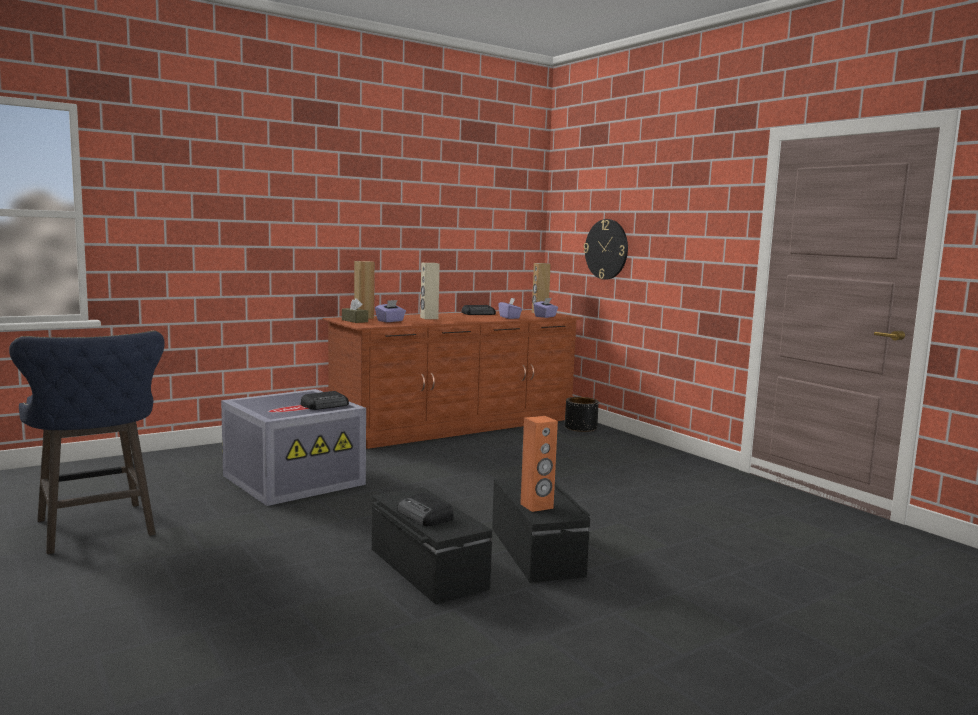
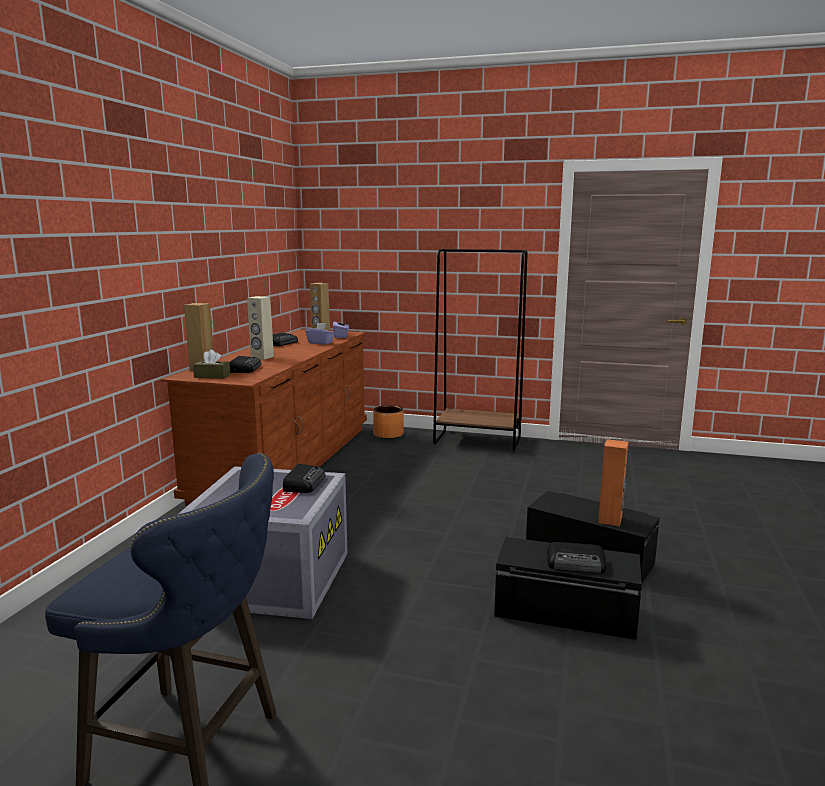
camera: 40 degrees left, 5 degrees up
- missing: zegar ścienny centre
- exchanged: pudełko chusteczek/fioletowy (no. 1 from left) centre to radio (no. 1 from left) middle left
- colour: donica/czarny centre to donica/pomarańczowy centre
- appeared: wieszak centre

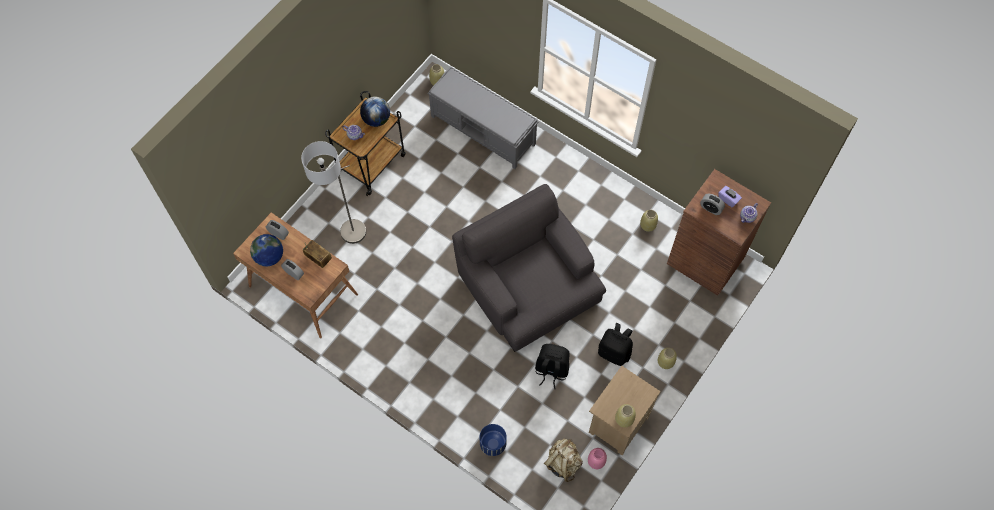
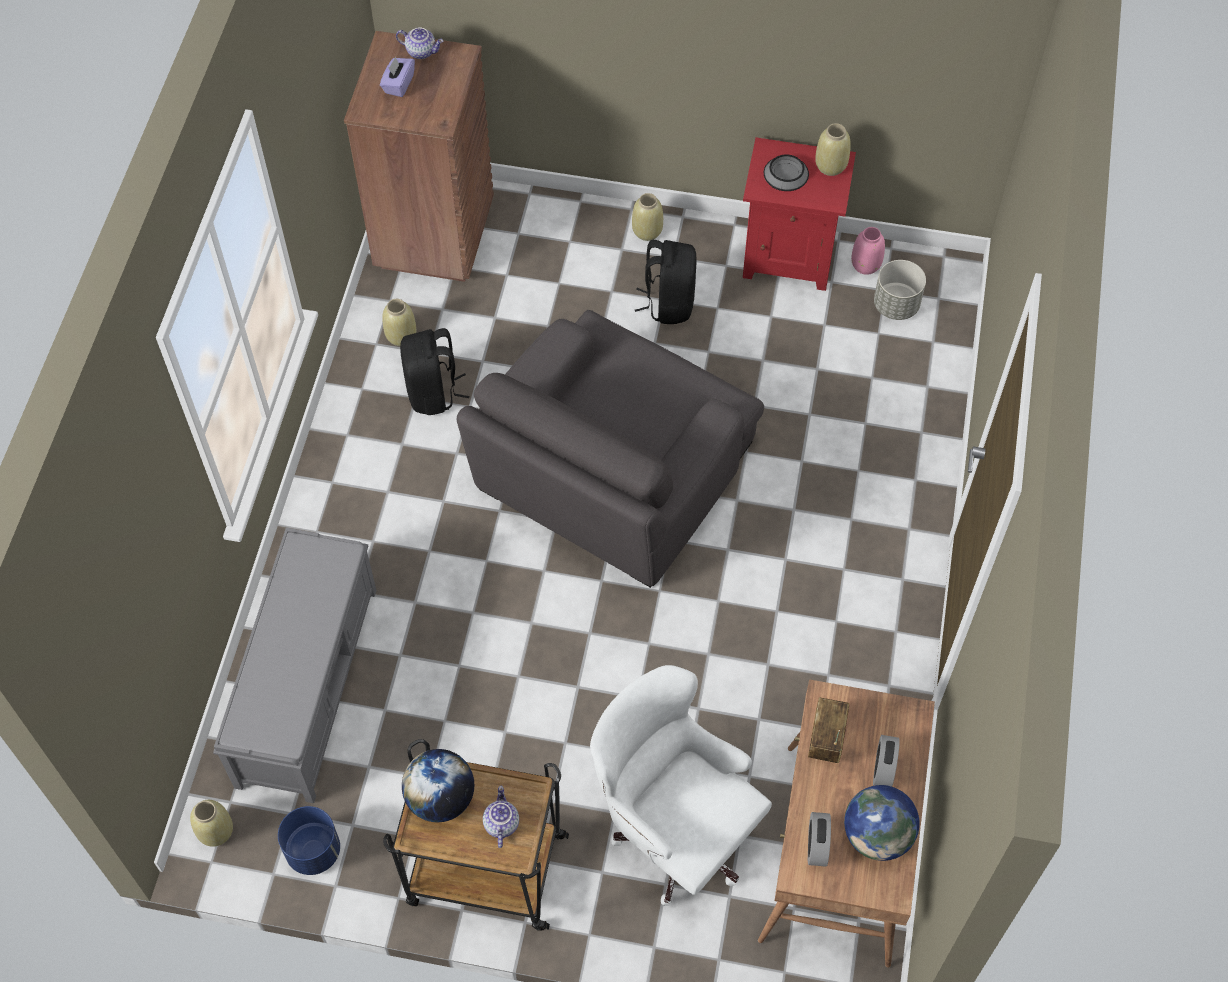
camera: 115 degrees left, 5 degrees down
- exchanged: lampa stojąca/szary centre to krzesło biurowe/biały bottom centre
- missing: budzik (no. 3 from left) middle right
- relocated: plecak/czarny (no. 1 from left) bottom centre to centre
- colour: szafka nocna/beżowy bottom centre to szafka nocna/czerwony top centre
- relocated: donica/niebieski bottom centre to bottom left
- exchanged: plecak/beżowy bottom centre to donica/szary top right
- appeared: miska top centre

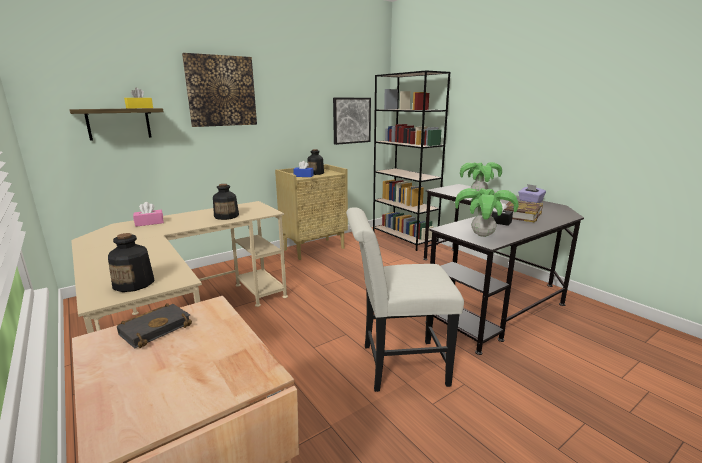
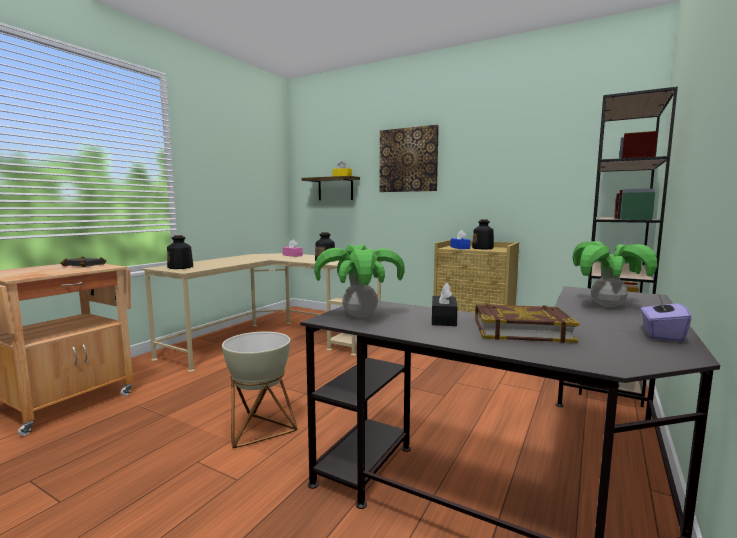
camera: 65 degrees right, 10 degrees down
- missing: obraz (no. 2 from left) top centre
- exchanged: krzesło/biały centre to donica bottom centre

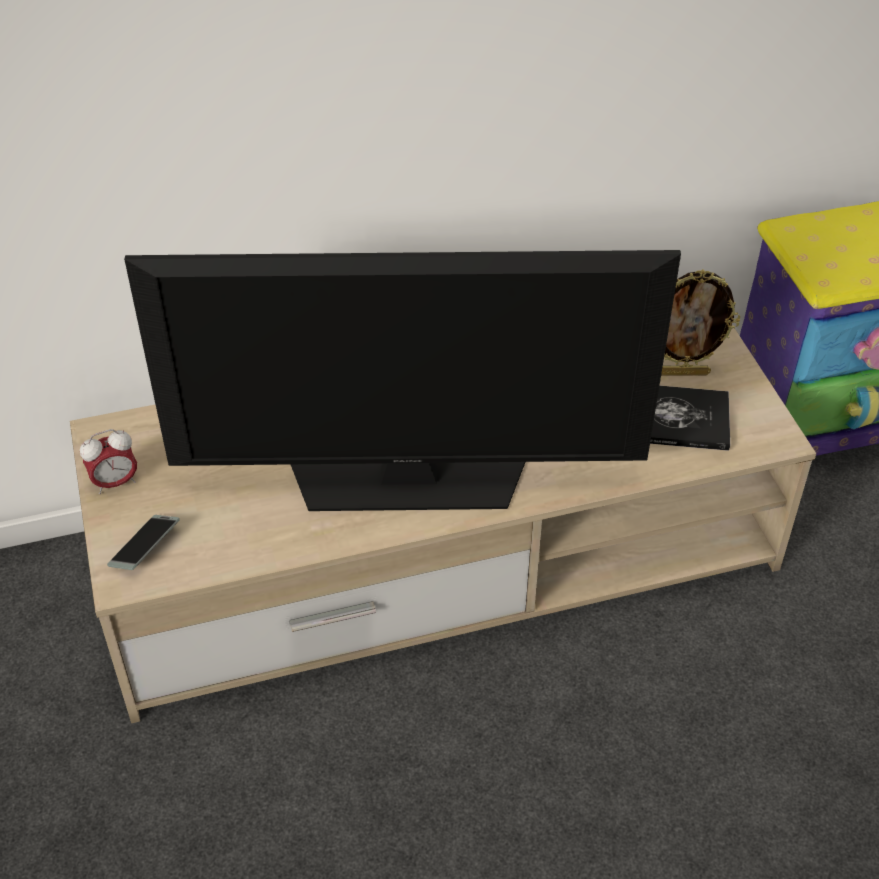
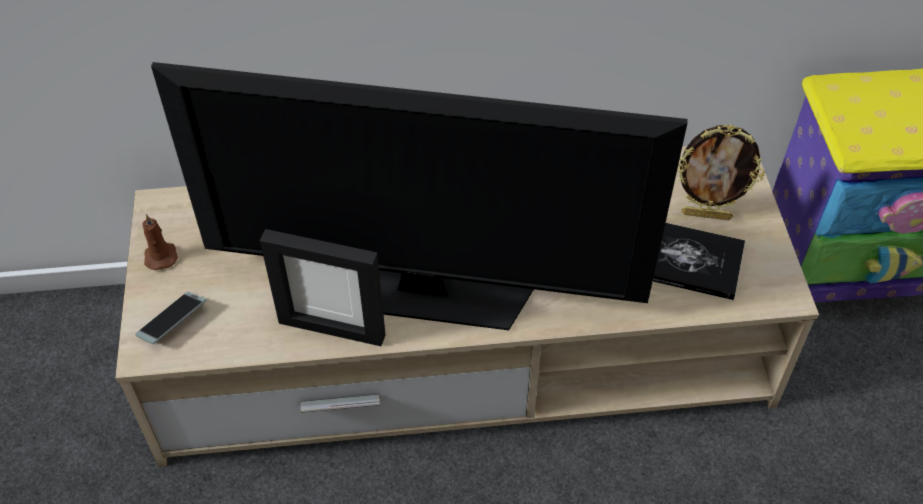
camera: 10 degrees right, 5 degrees up
- exchanged: budzik middle left to świeca/brązowy middle left
- appeared: ramka na zdjęcie (no. 1 from left) centre

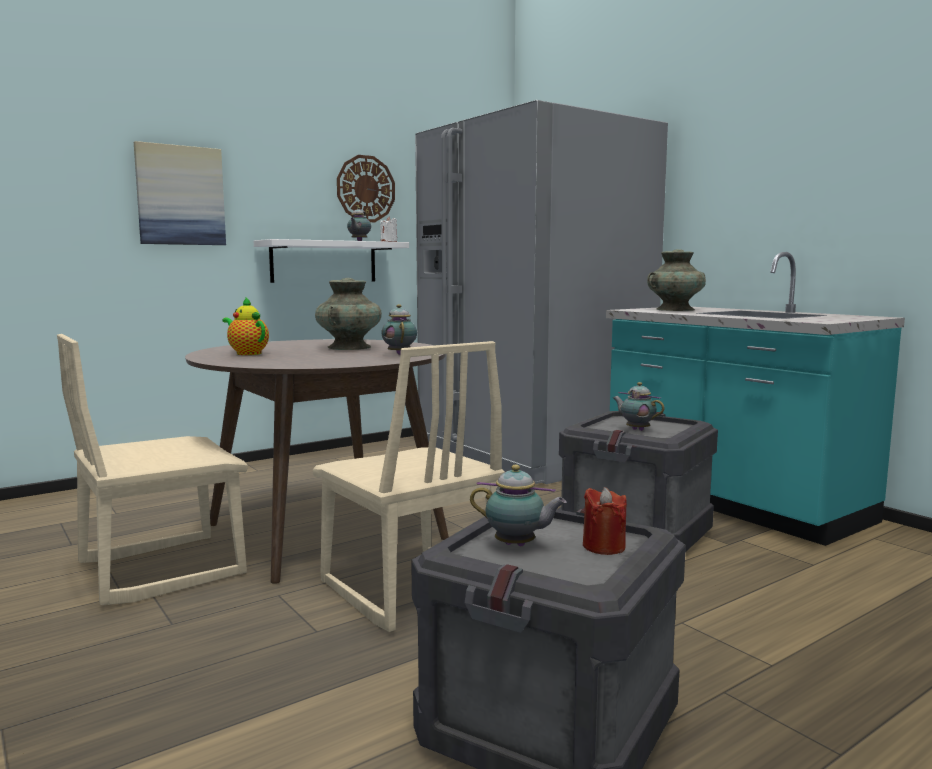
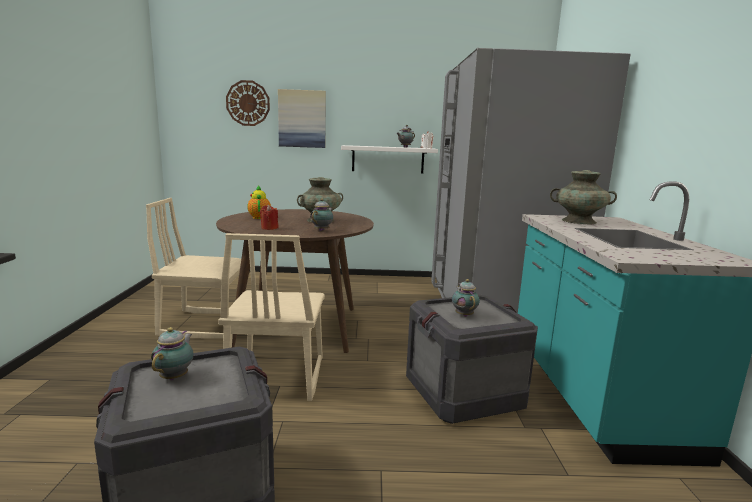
camera: 35 degrees right, 5 degrees up
- relocated: zegar ścienny top centre to top left
- spun: imbryk (no. 4 from left in the first image) centre = bottom left 135 degrees counterclockwise
- relocated: świeca/czerwony bottom centre to centre

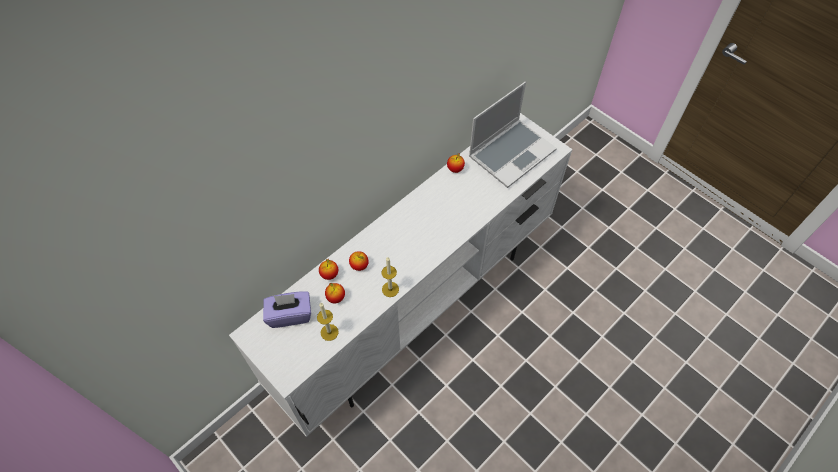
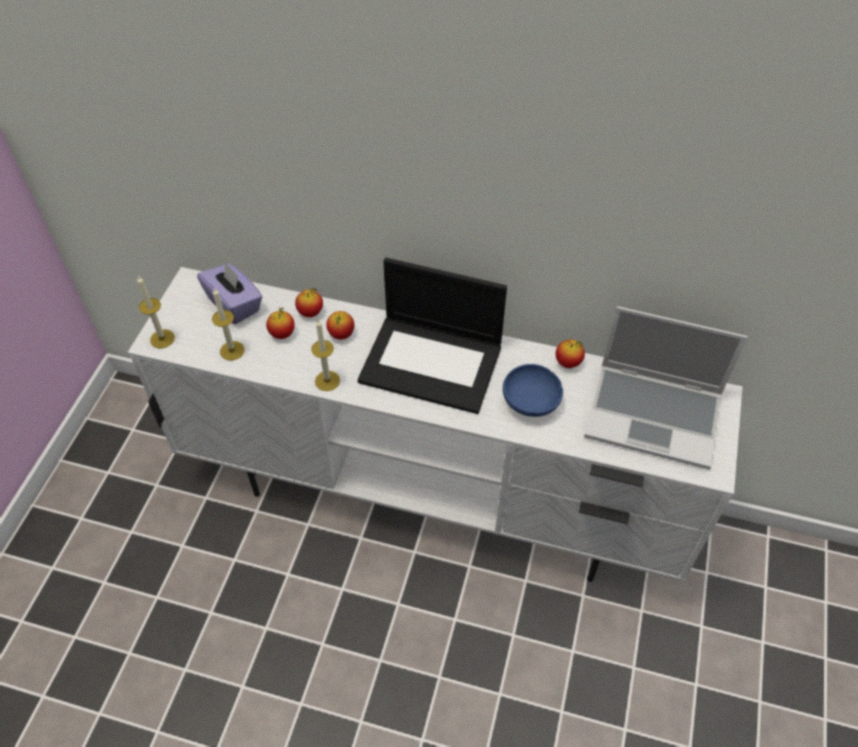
camera: 60 degrees right, 5 degrees down
- appeared: laptop (no. 1 from left) centre
- appeared: świeca (no. 1 from left) middle left
- appeared: miska/niebieski centre

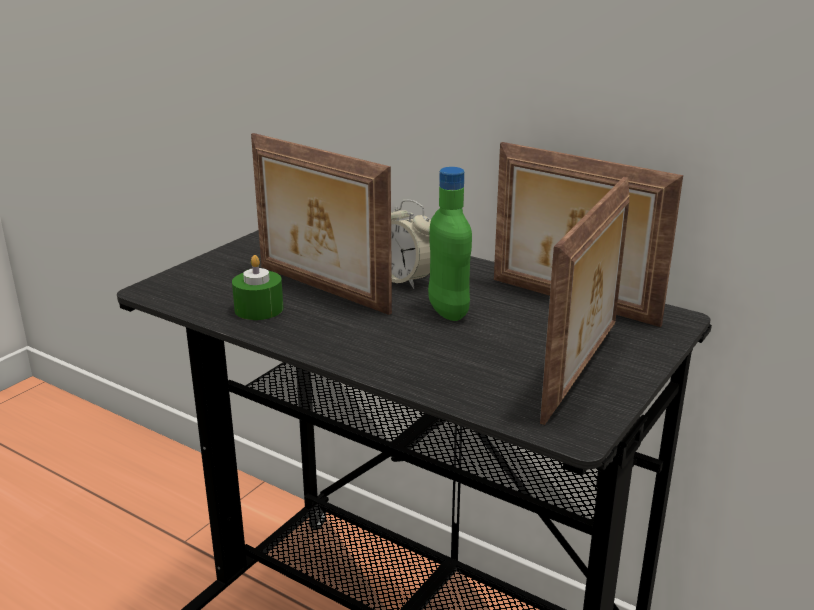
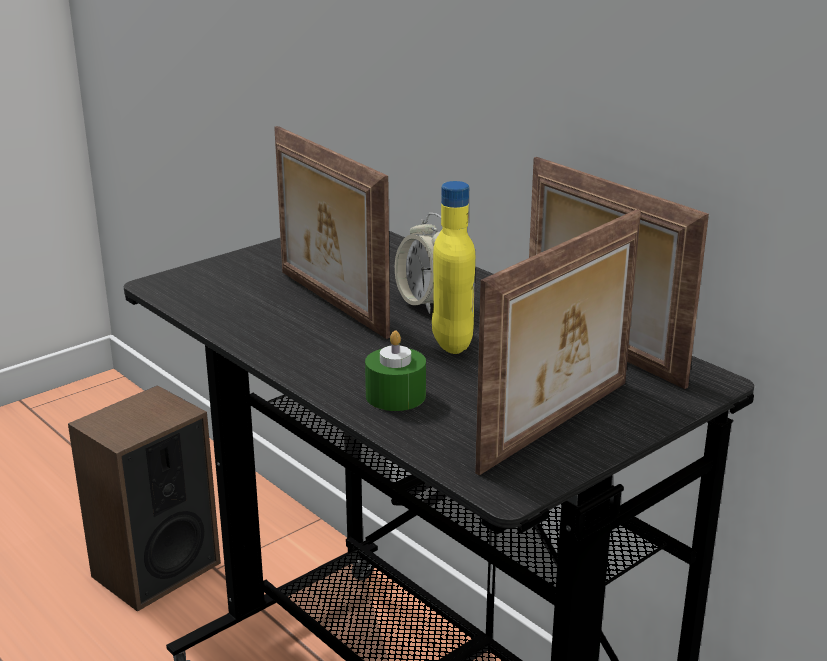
camera: 15 degrees right, 0 degrees up
- colour: butelka/zielony centre to butelka/żółty centre
- relocated: świeca/zielony middle left to centre
- appeared: głośnik bottom left

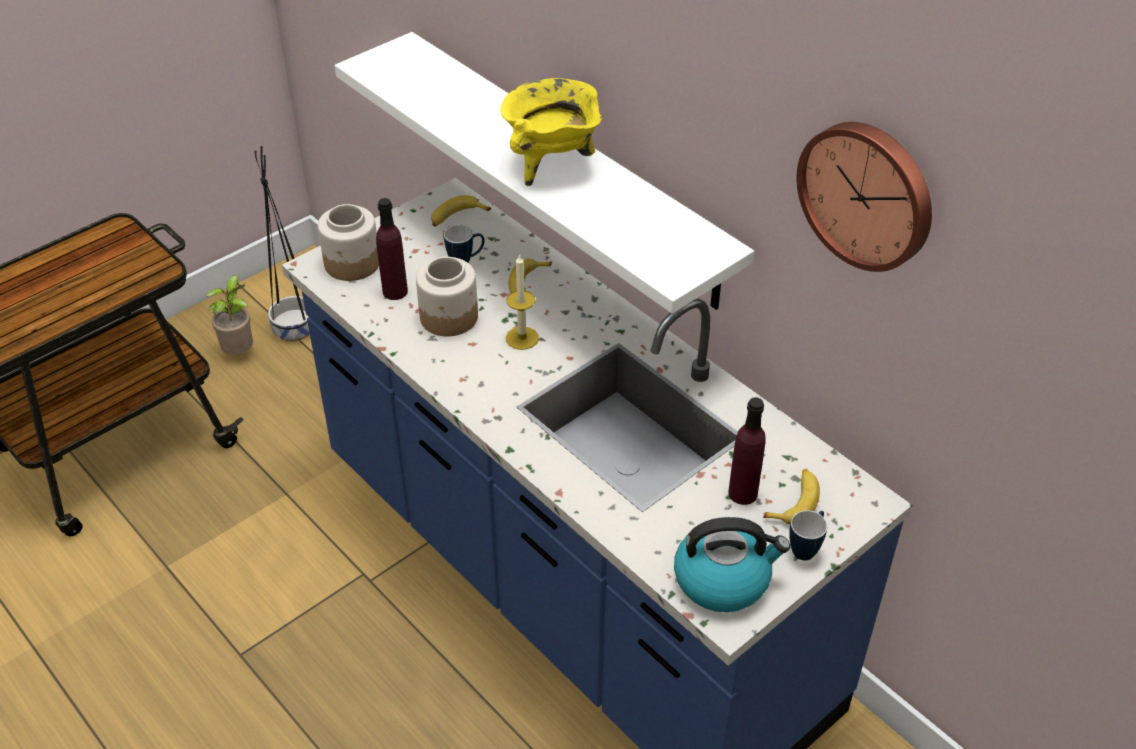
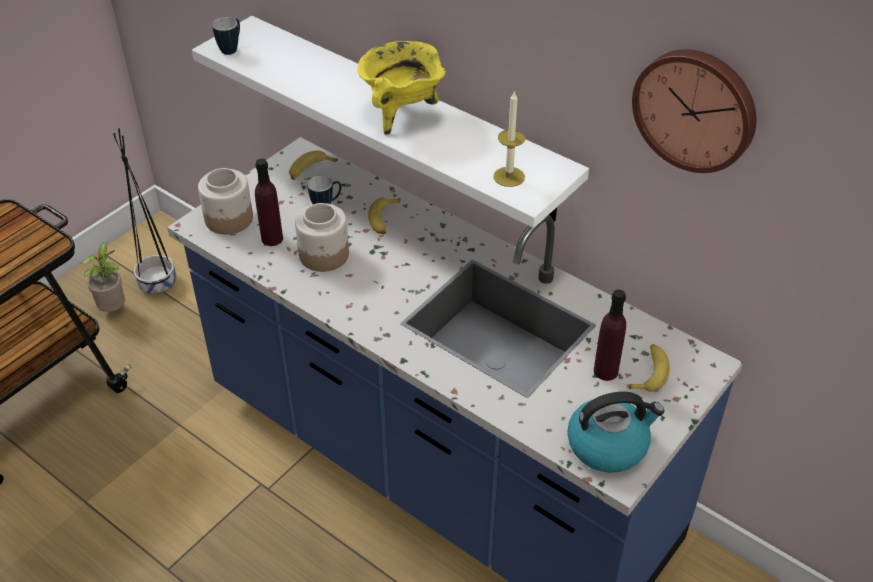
camera: 10 degrees left, 0 degrees up
- relocated: świeca centre to top centre
- relocated: kubek (no. 2 from left in the first image) bottom right to kubek (no. 1 from left) top left

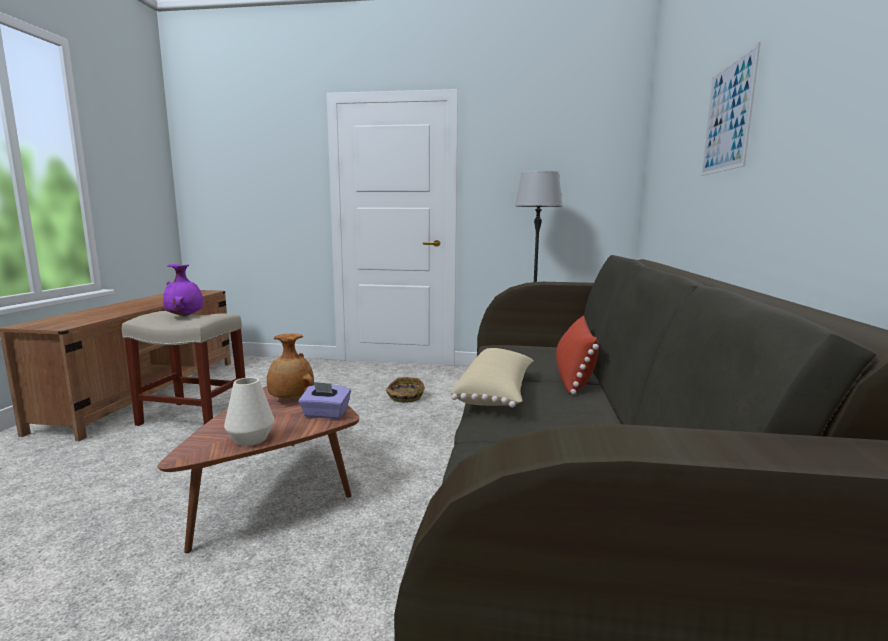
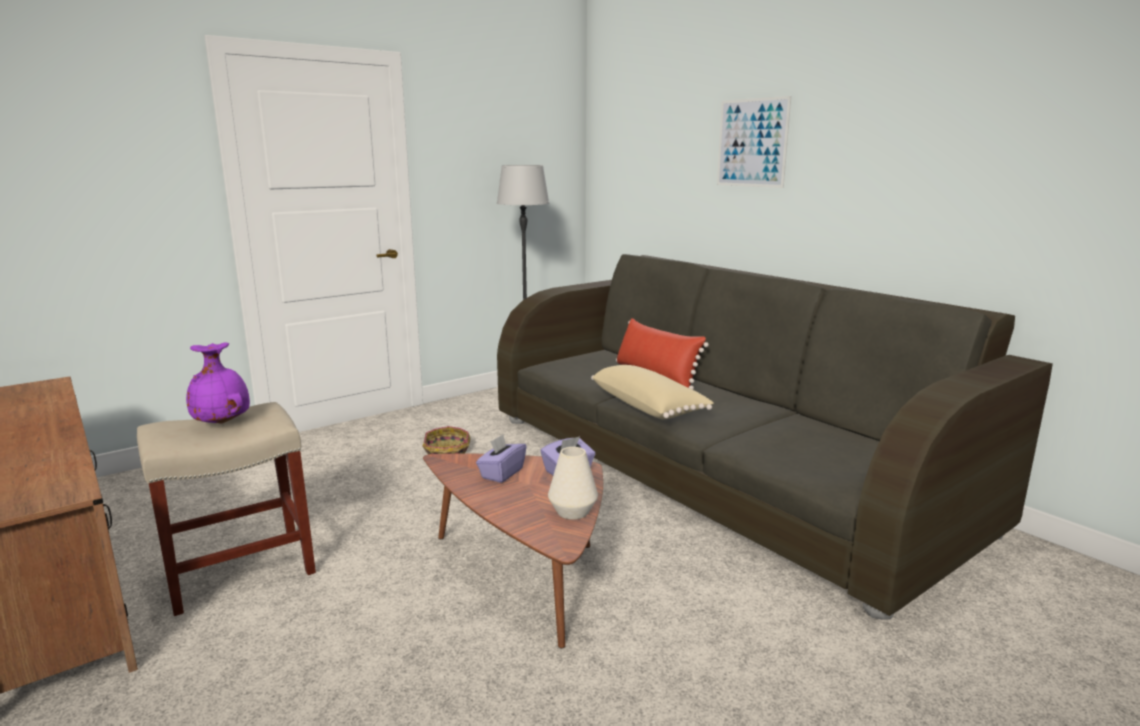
camera: 45 degrees left, 5 degrees up
- exchanged: wazon/brązowy middle left to pudełko chusteczek/fioletowy (no. 1 from left) centre

